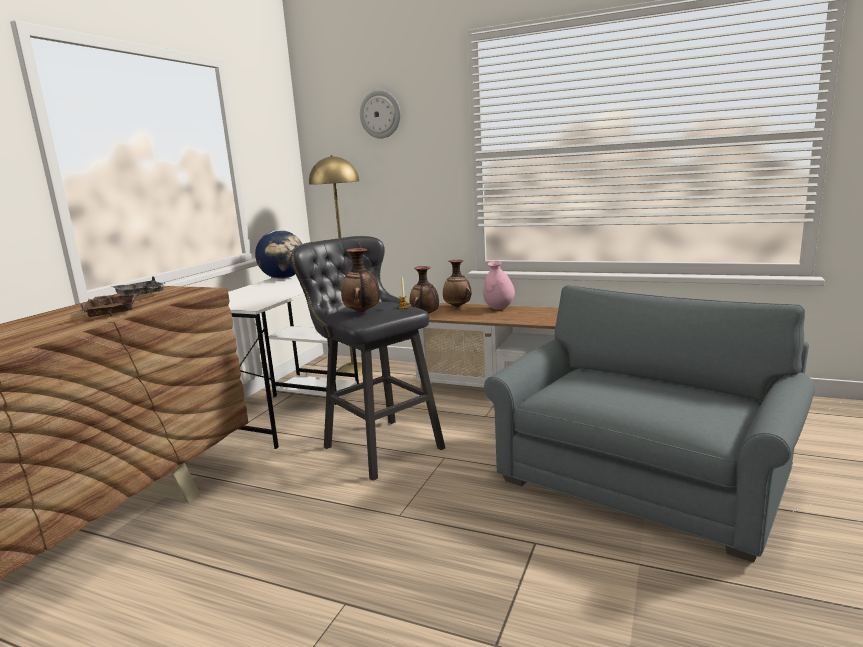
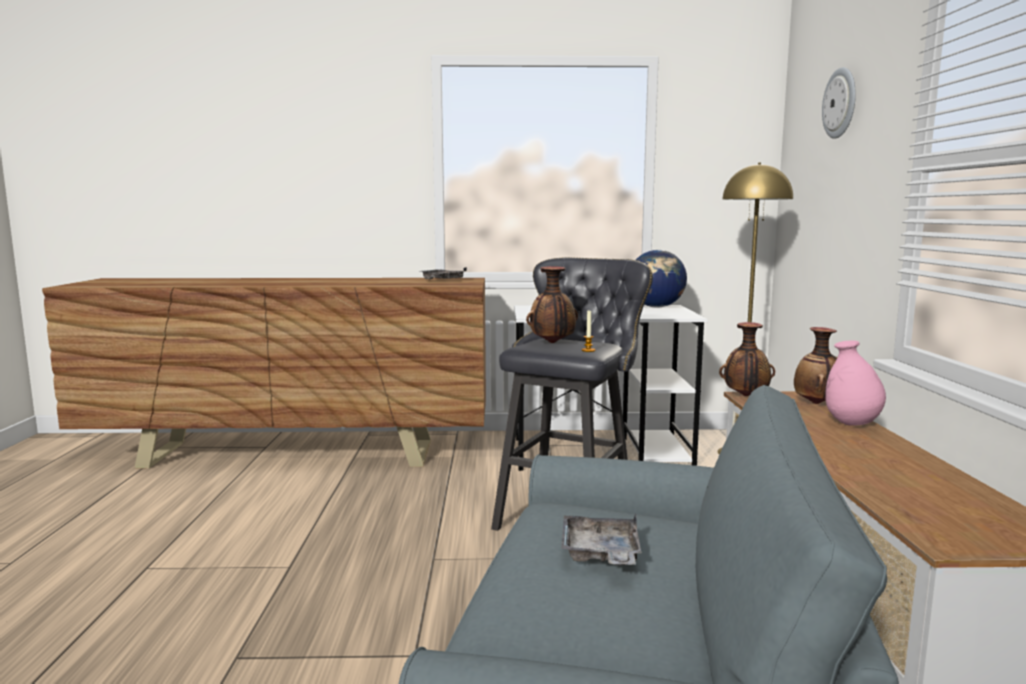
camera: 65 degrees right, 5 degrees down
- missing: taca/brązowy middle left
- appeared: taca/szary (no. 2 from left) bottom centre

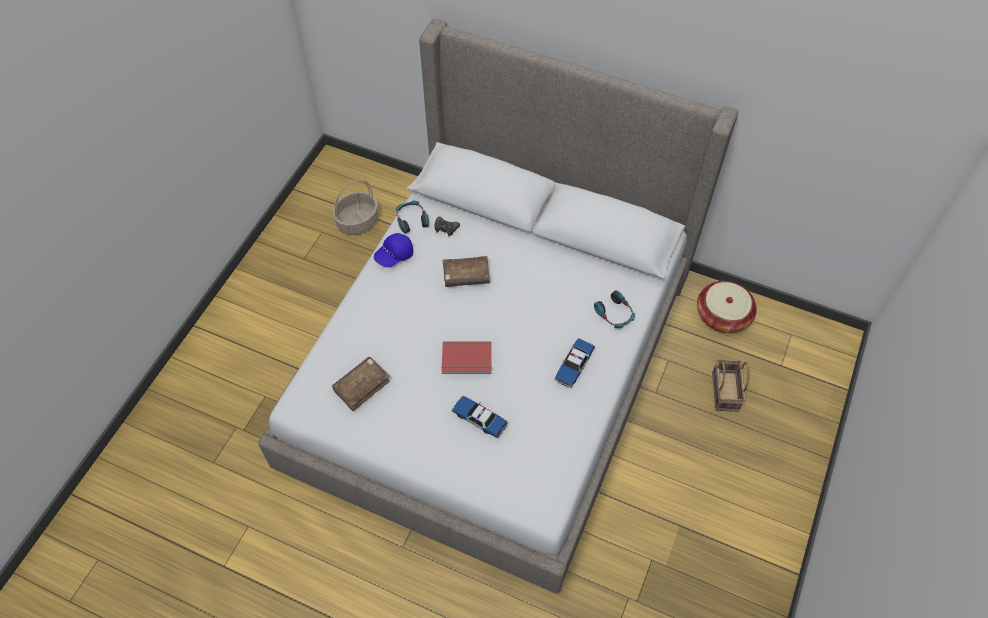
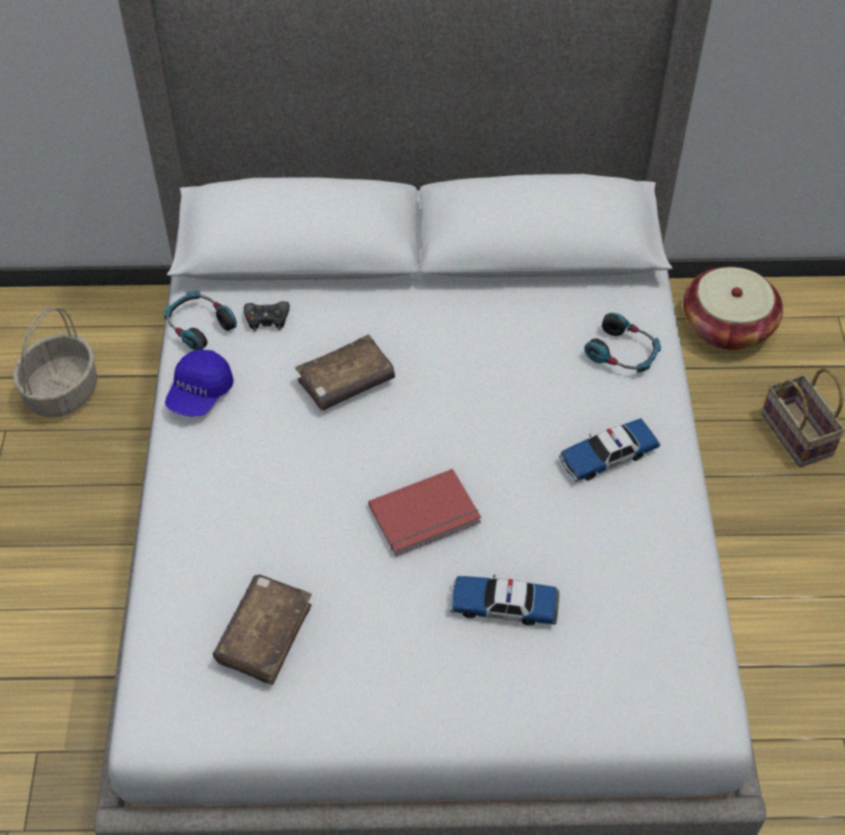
camera: 25 degrees left, 5 degrees down
- spun: samochodzik (no. 2 from left) centre = middle right 60 degrees clockwise

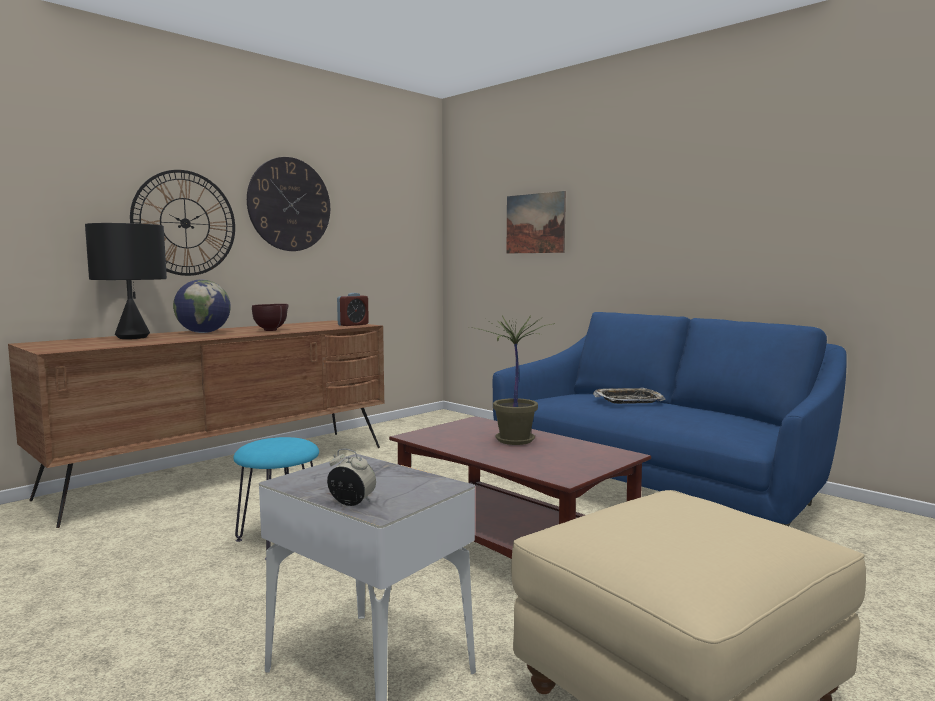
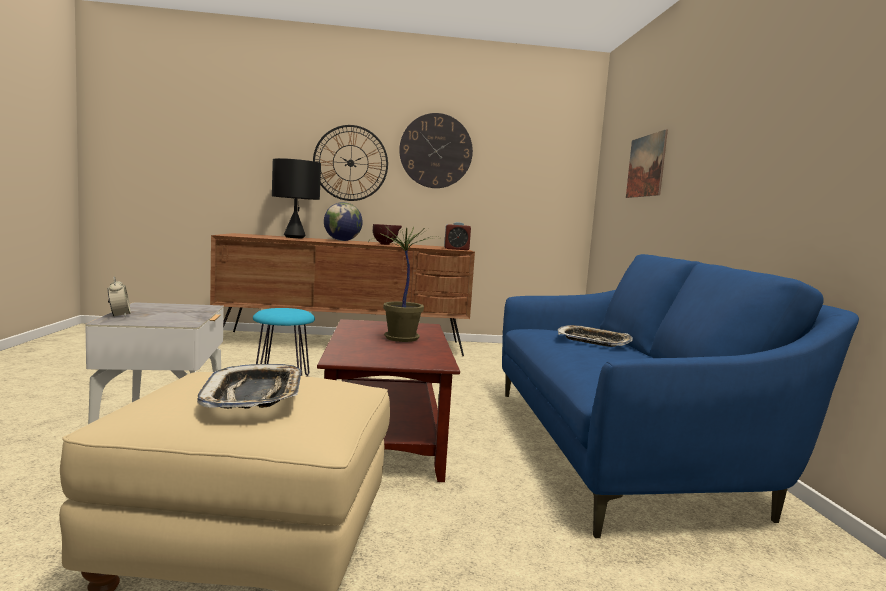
camera: 40 degrees right, 0 degrees up
- appeared: taca (no. 1 from left) middle left

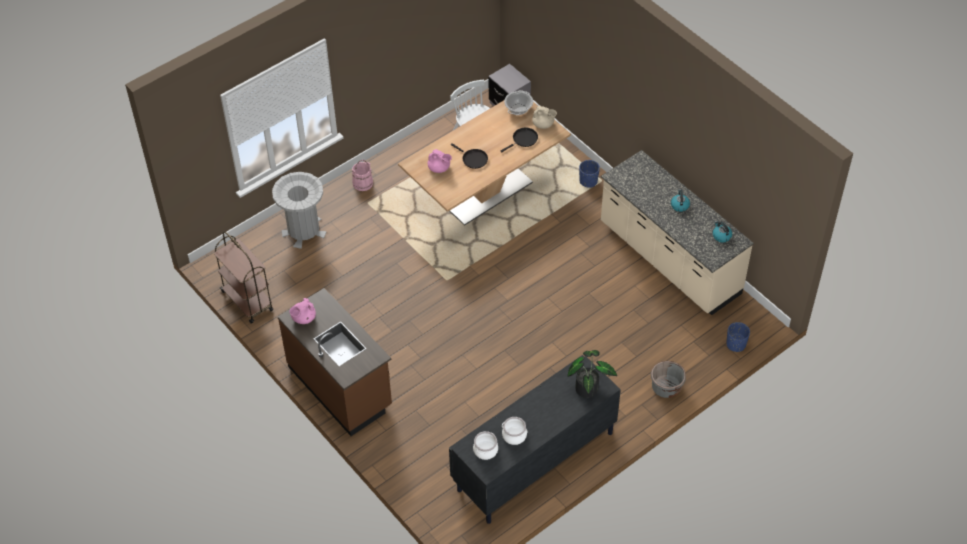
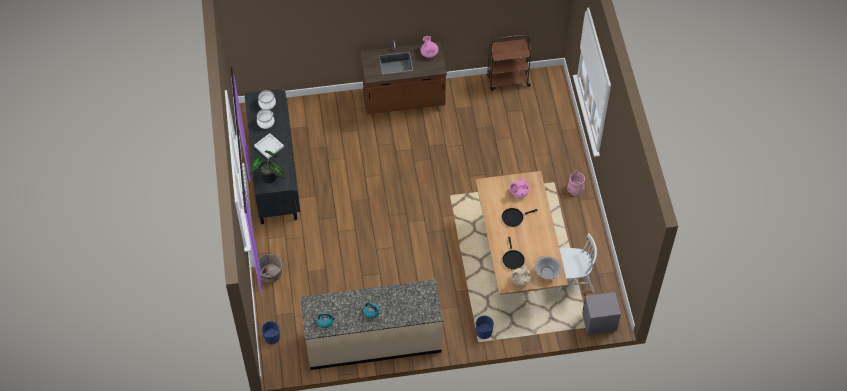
camera: 120 degrees right, 5 degrees up
- missing: kosz na śmieci/szary middle left
- appeared: taca/biały middle left

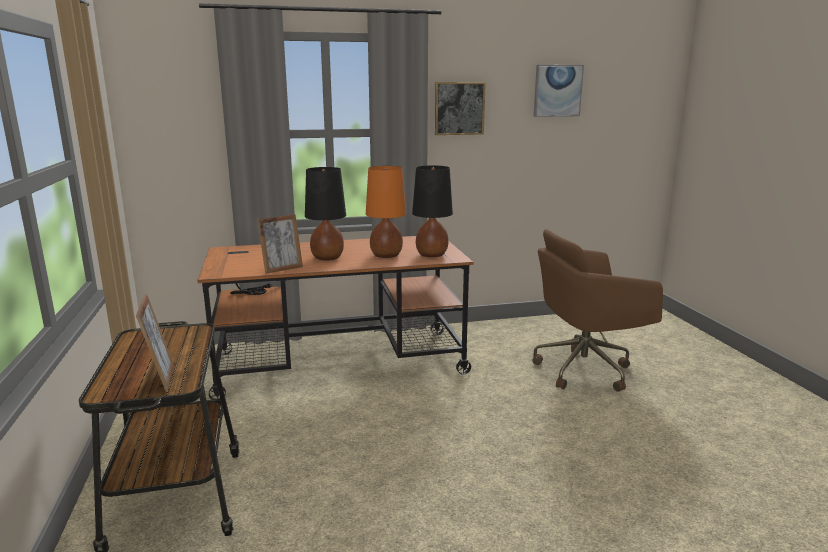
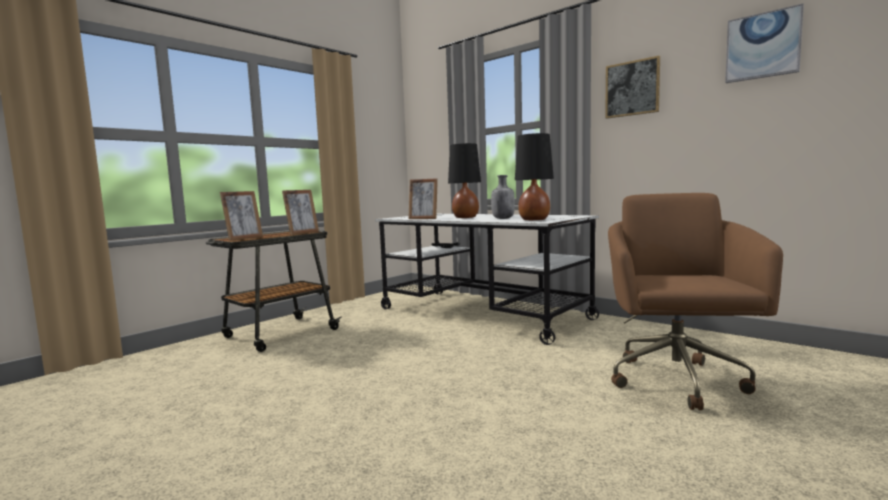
camera: 55 degrees right, 10 degrees down
- exchanged: lampa stołowa/pomarańczowy centre to butelka/szary centre
- spun: krzesło biurowe/brązowy middle right = middle right 60 degrees clockwise
- colour: biurko/pomarańczowy centre to biurko/biały centre
- appeared: ramka na zdjęcie (no. 2 from left) centre

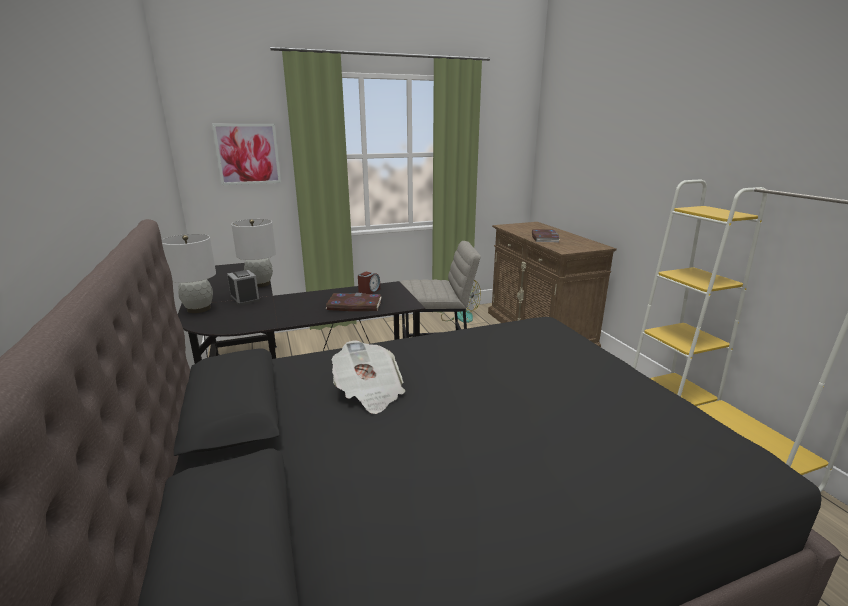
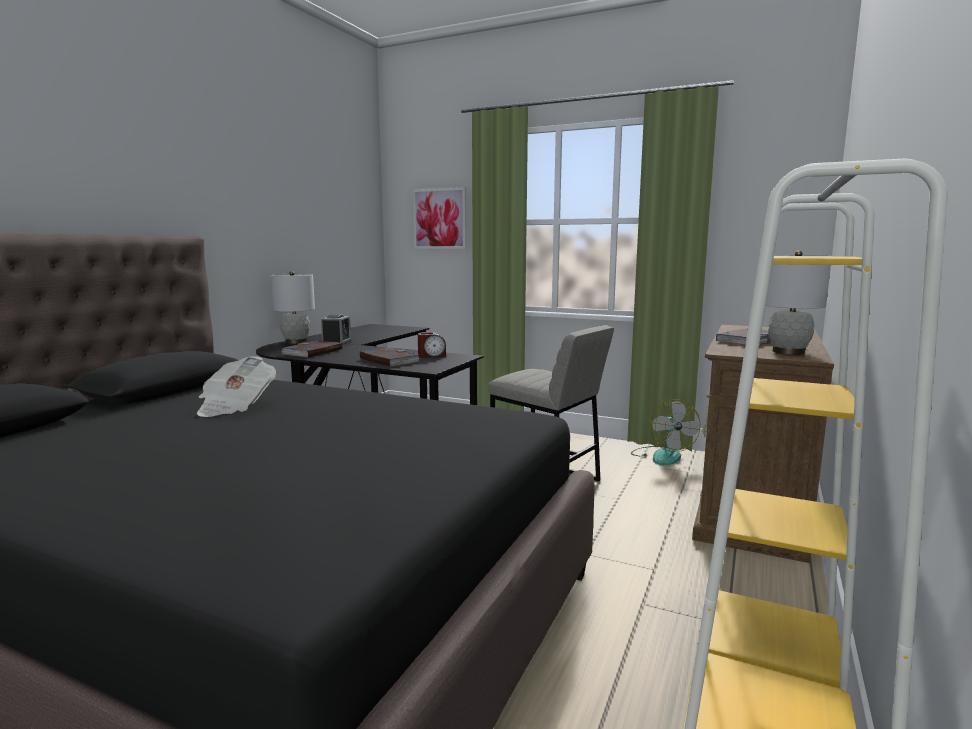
camera: 45 degrees right, 10 degrees down
- relocated: lampa stołowa/biały (no. 2 from left) middle left to middle right
- appeared: książka (no. 1 from left) middle left

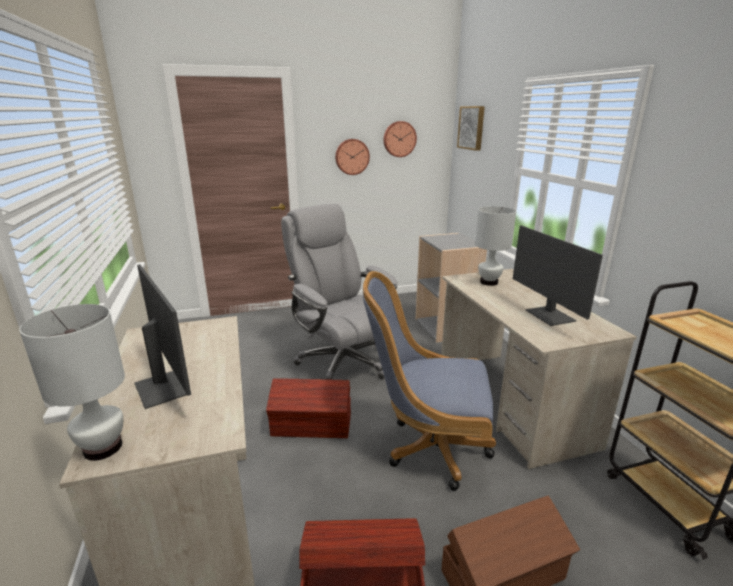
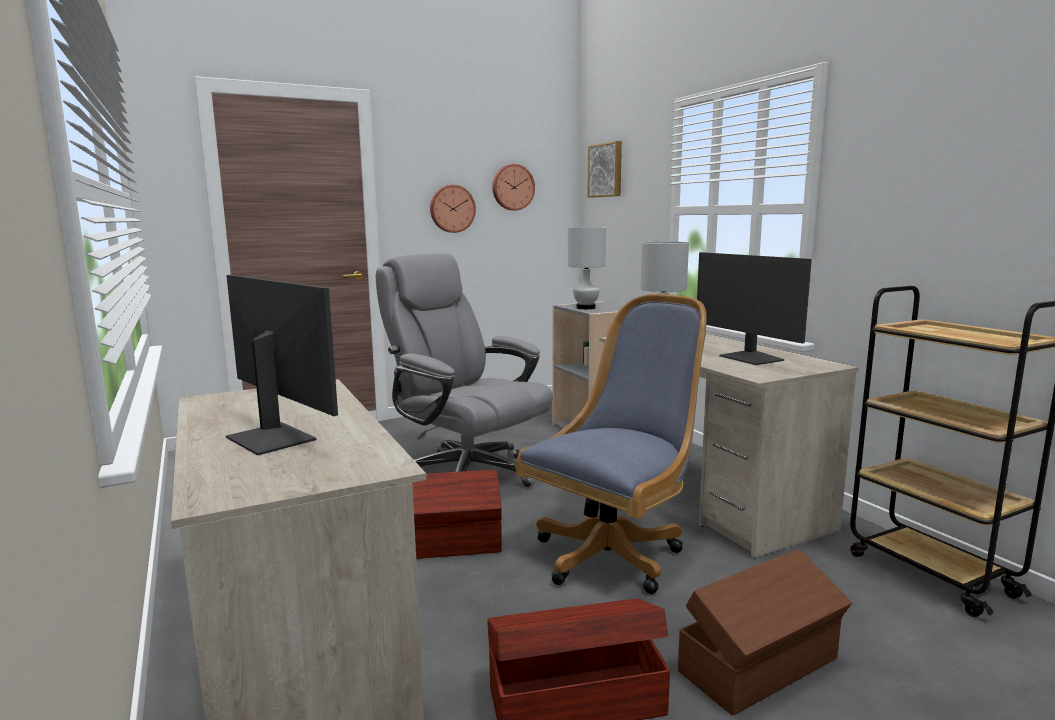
camera: 10 degrees left, 10 degrees down
- spun: krzesło biurowe/niebieski centre = centre 135 degrees clockwise
- relocated: lampa stołowa/biały (no. 1 from left) middle left to centre

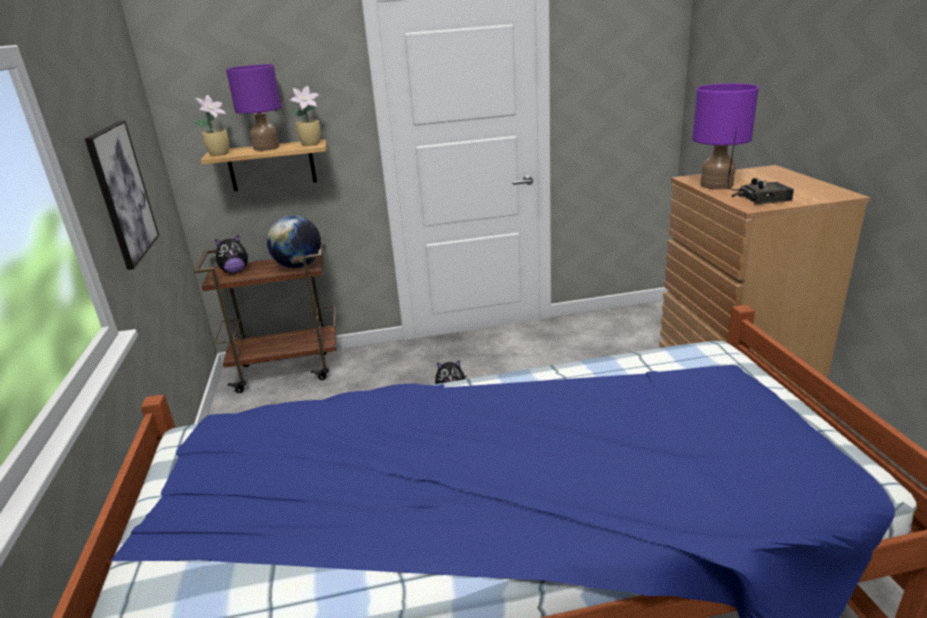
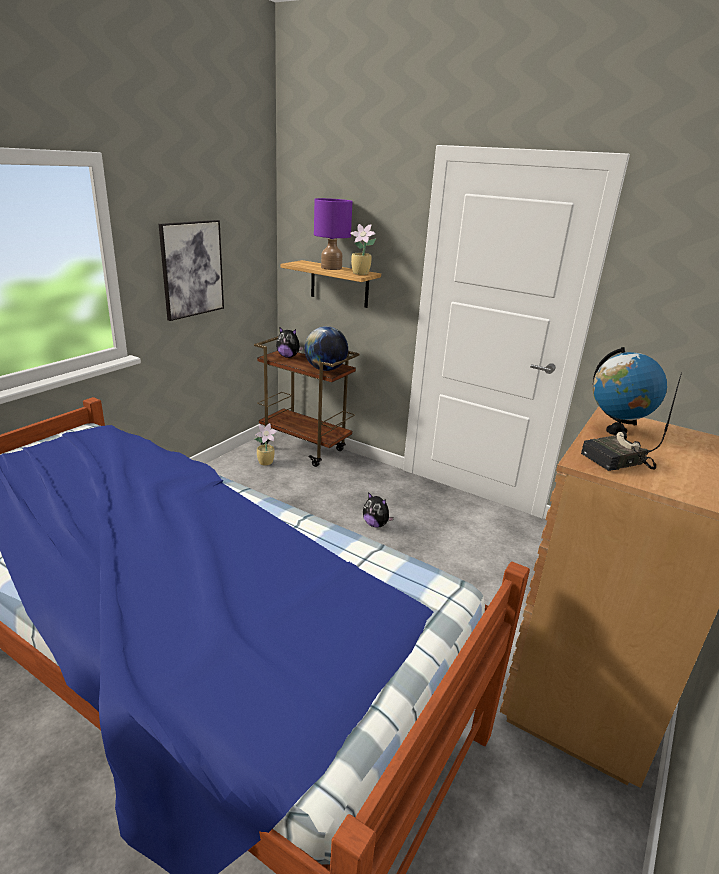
camera: 40 degrees right, 0 degrees up
- exchanged: lampa stołowa/fioletowy (no. 2 from left) top right to globus (no. 2 from left) middle right
- relocated: roślina doniczkowa (no. 1 from left) top left to centre
- spun: radio top right = middle right 120 degrees clockwise

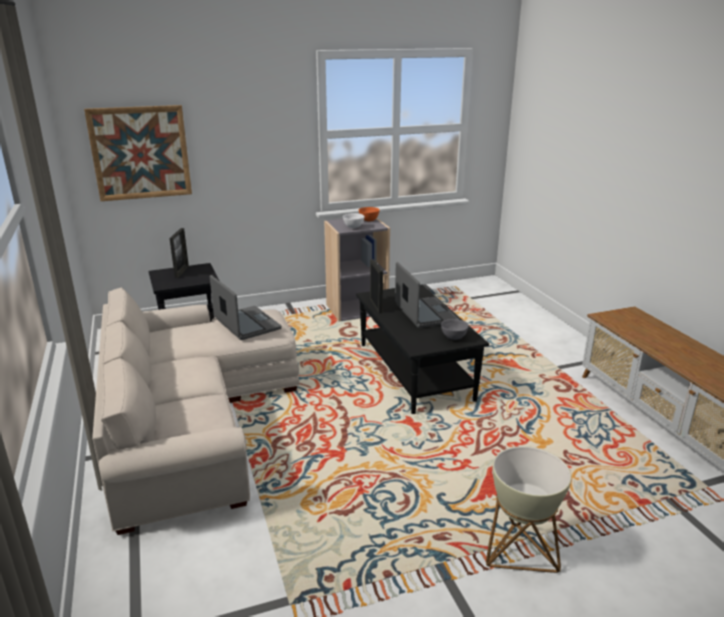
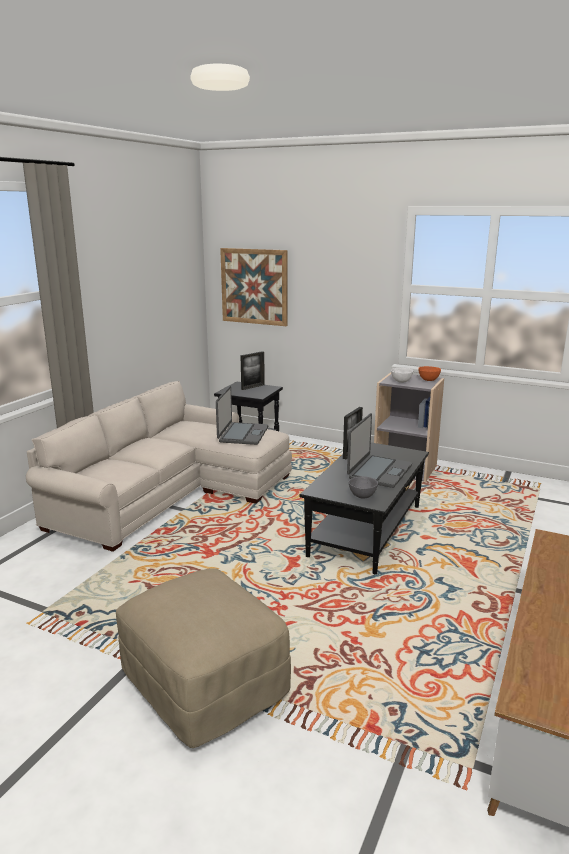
camera: 45 degrees right, 5 degrees down
- exchanged: donica bottom right to pufa/beżowy bottom centre

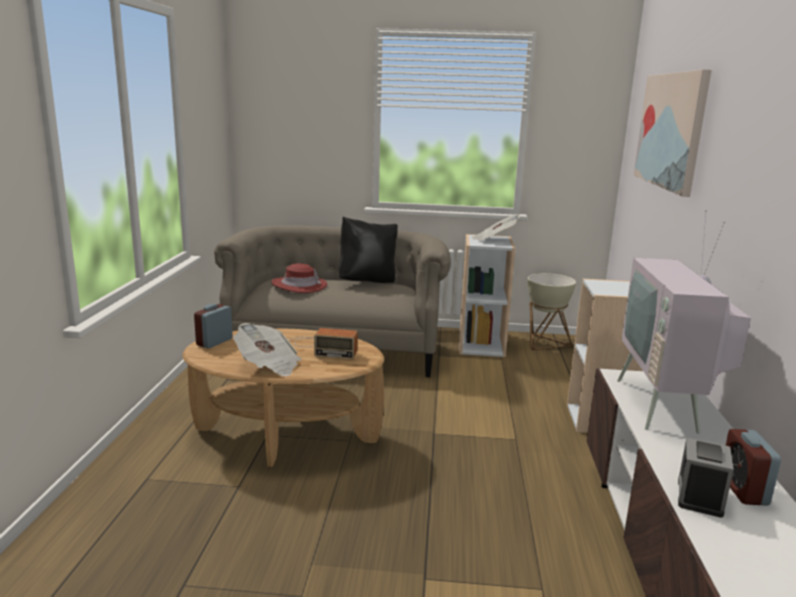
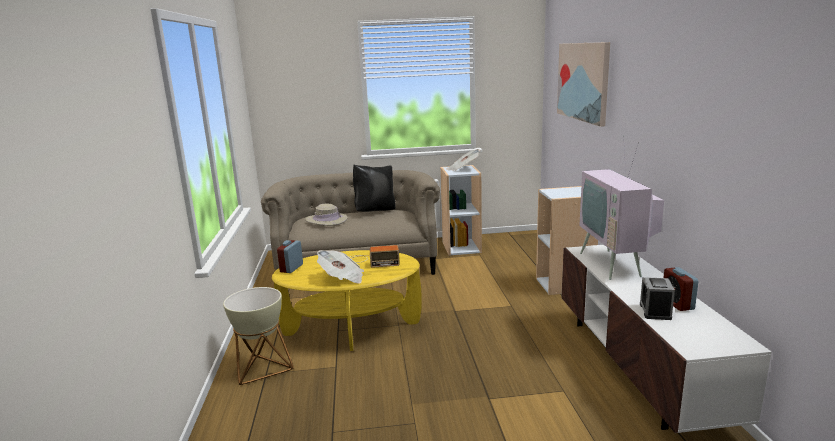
camera: 10 degrees left, 0 degrees up
- colour: kapelusz/czerwony centre to kapelusz/beżowy centre
- relocated: donica middle right to bottom left
- colour: ława/brązowy centre to ława/żółty bottom centre

